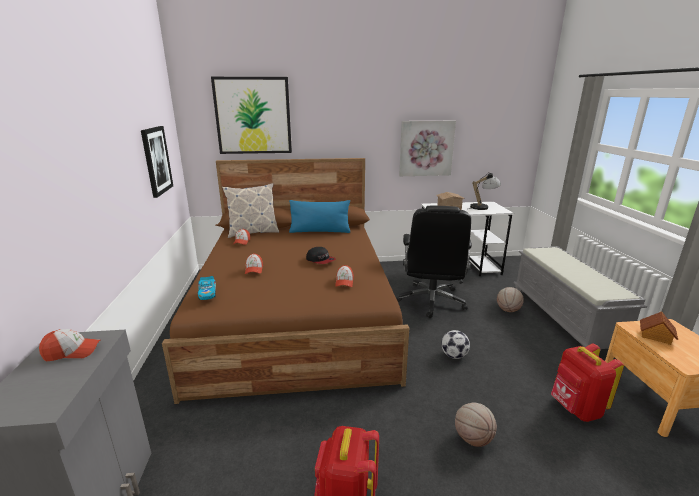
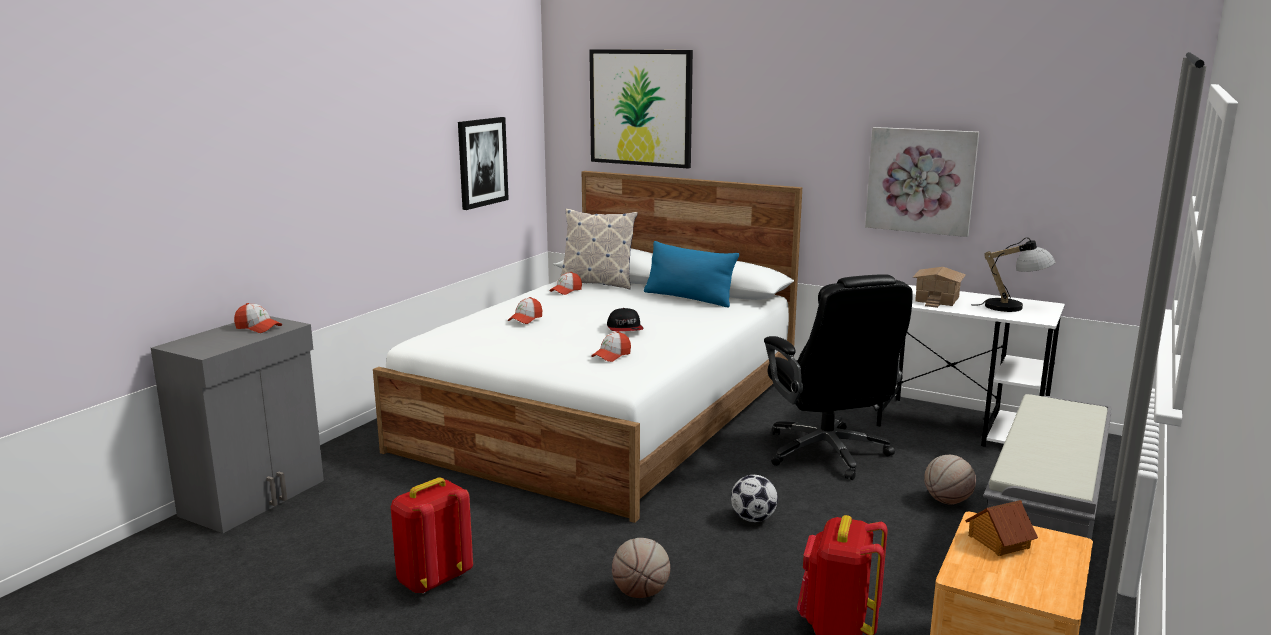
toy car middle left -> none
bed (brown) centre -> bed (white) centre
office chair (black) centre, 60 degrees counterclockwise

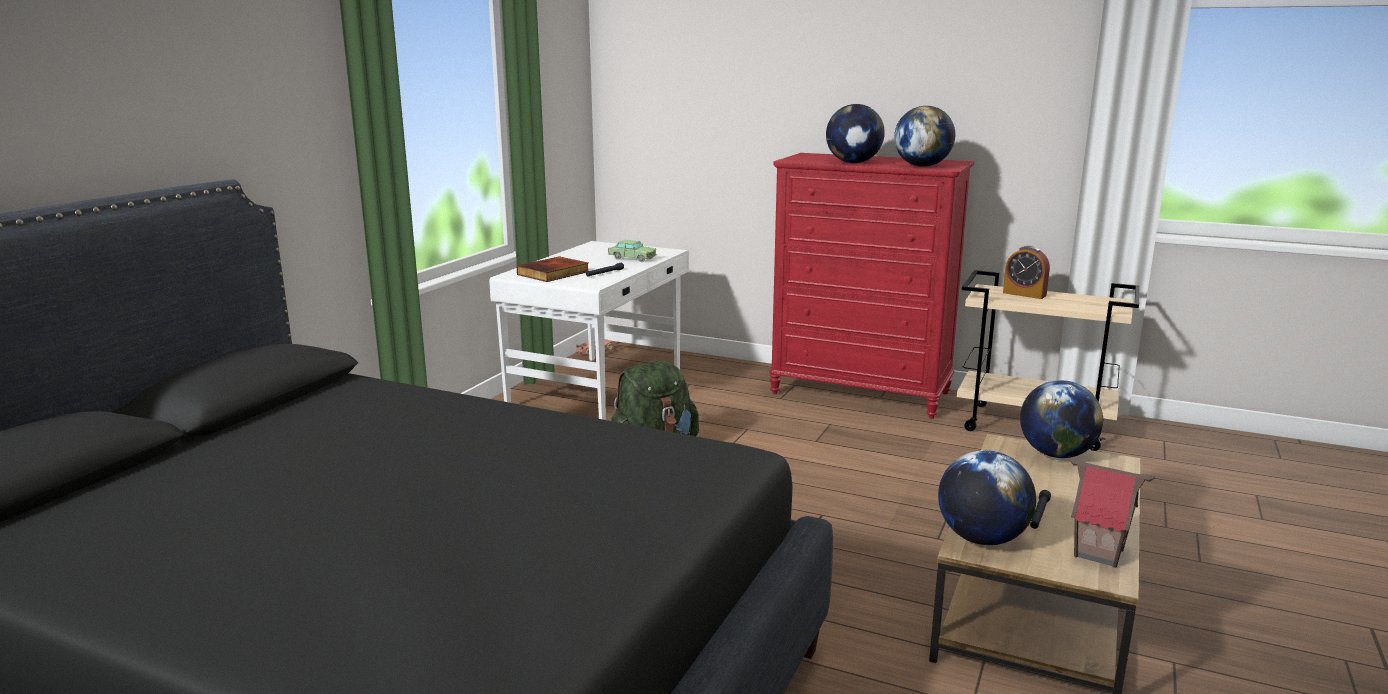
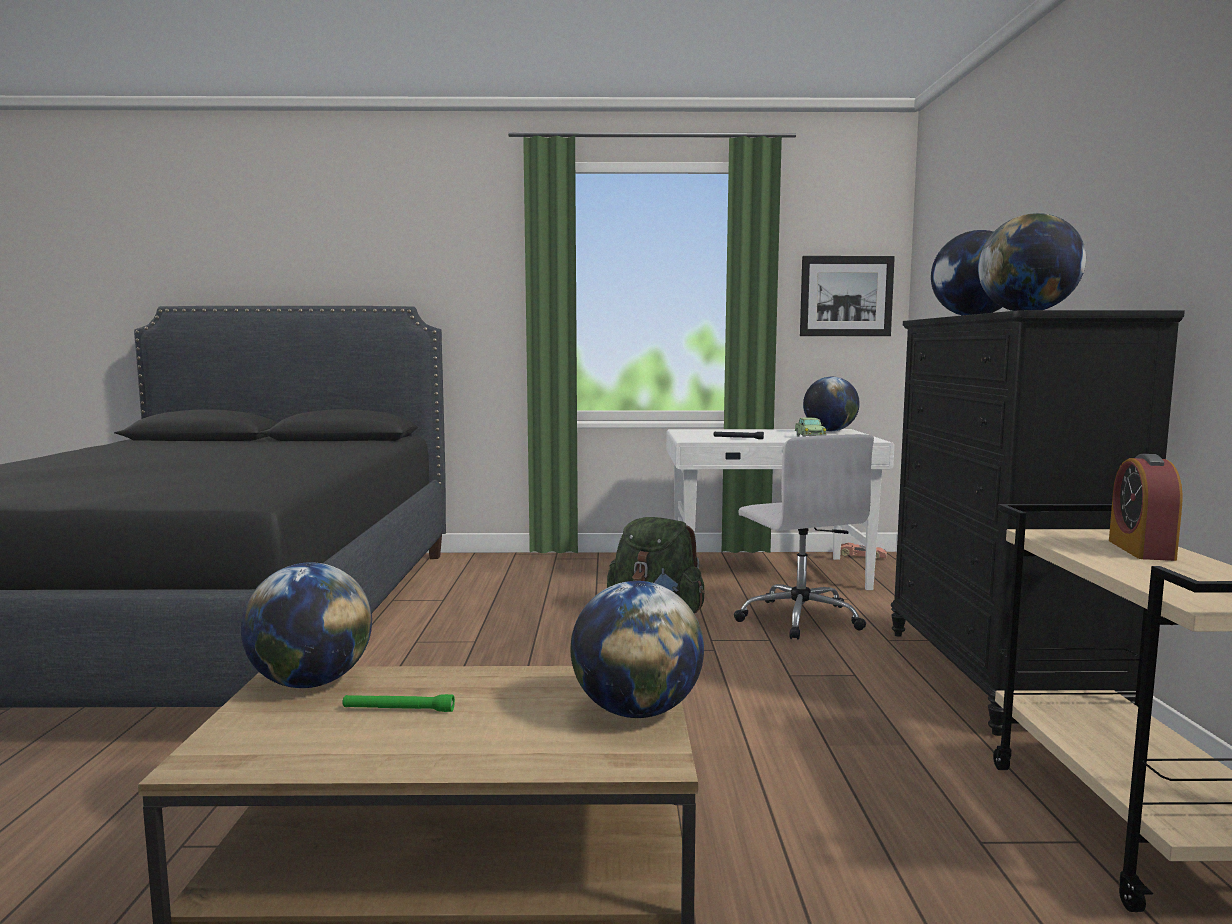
book centre -> none
toy house bottom right -> none
none -> office chair (white) centre
none -> picture top right
none -> globe (3rd from left) middle right
dresser (red) centre -> dresser (black) middle right
flashlight (black) (2nd from left) bottom right -> flashlight (green) bottom left

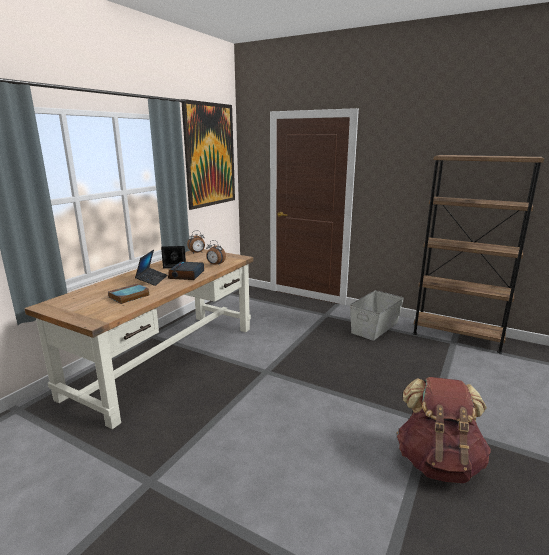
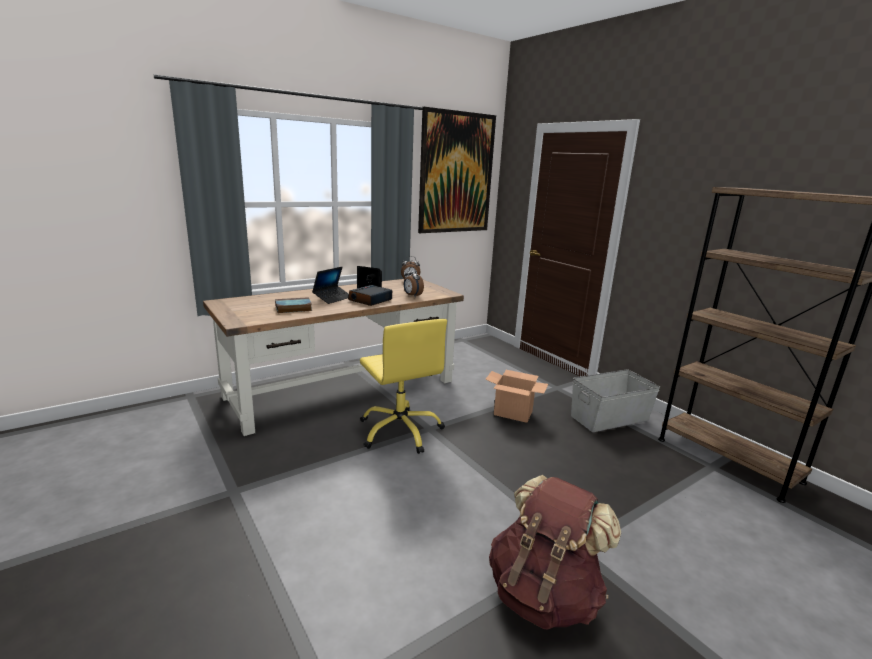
none -> office chair (yellow) centre
none -> cardboard box centre

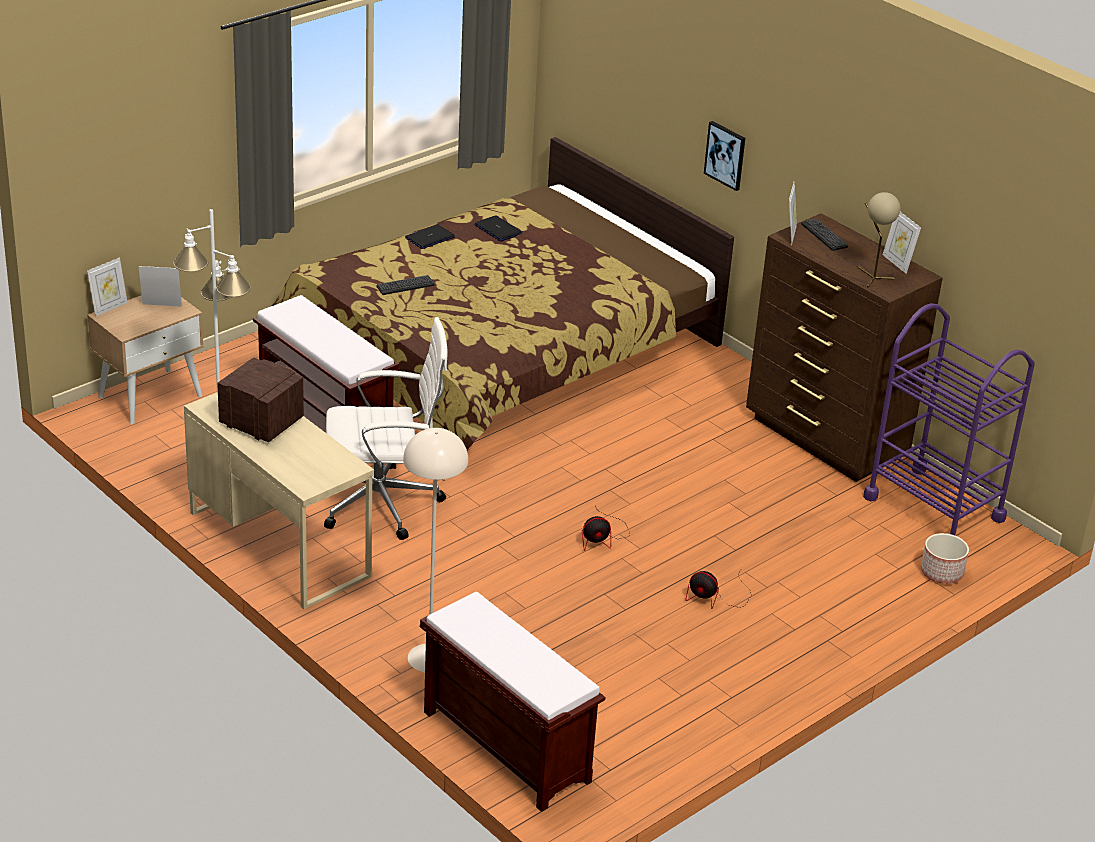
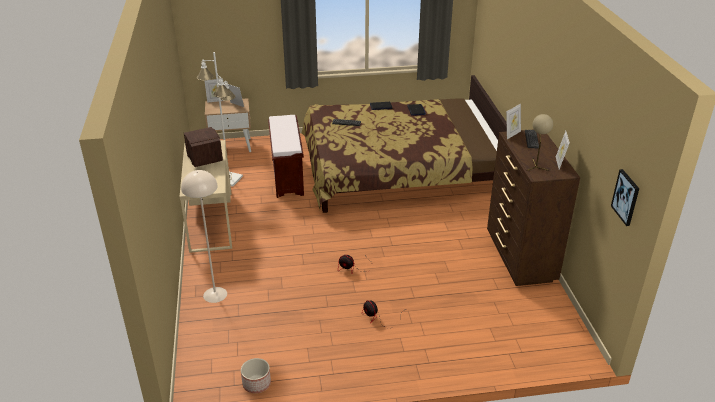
office chair (white) centre -> none
bench (brown) (2nd from left) bottom centre -> none
cart (purple) middle right -> none
picture top centre -> picture middle right, move
planter middle right -> planter bottom centre, move

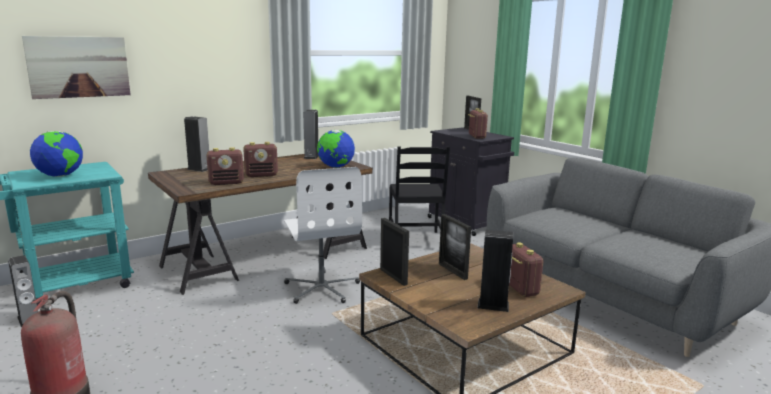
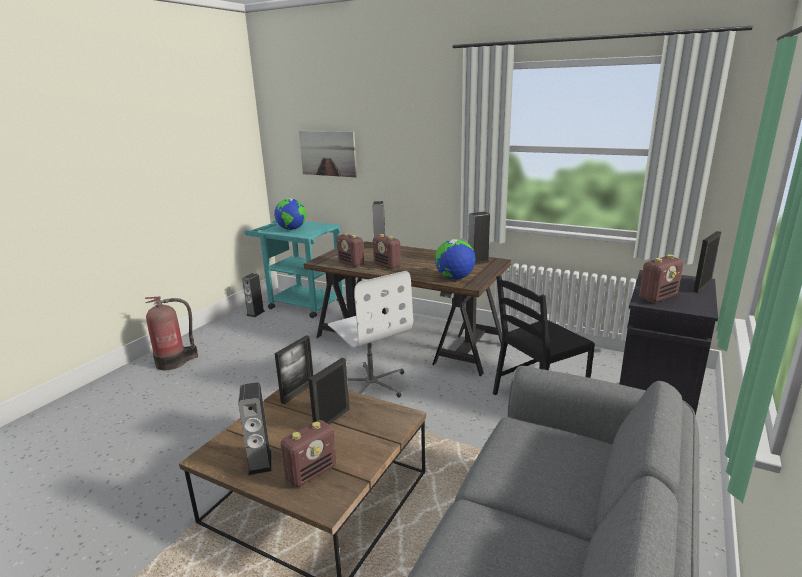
office chair (white) centre, 75 degrees counterclockwise

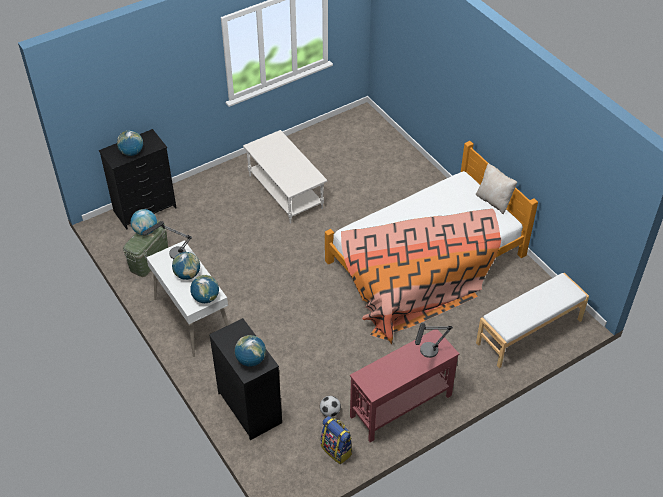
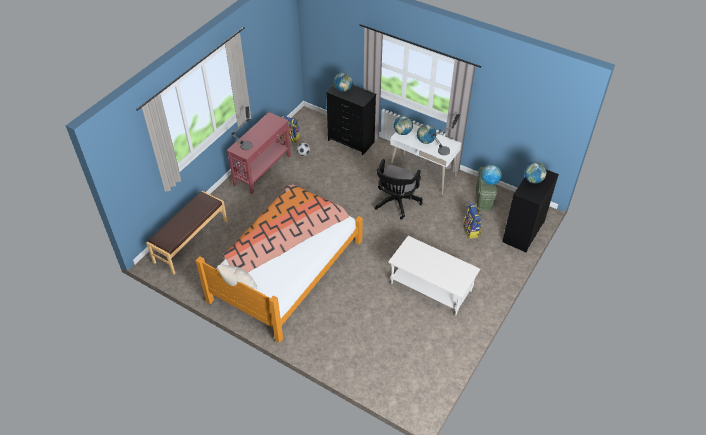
none -> office chair (black) centre
none -> backpack (2nd from left) middle right
bench (white) middle right -> bench (brown) middle left

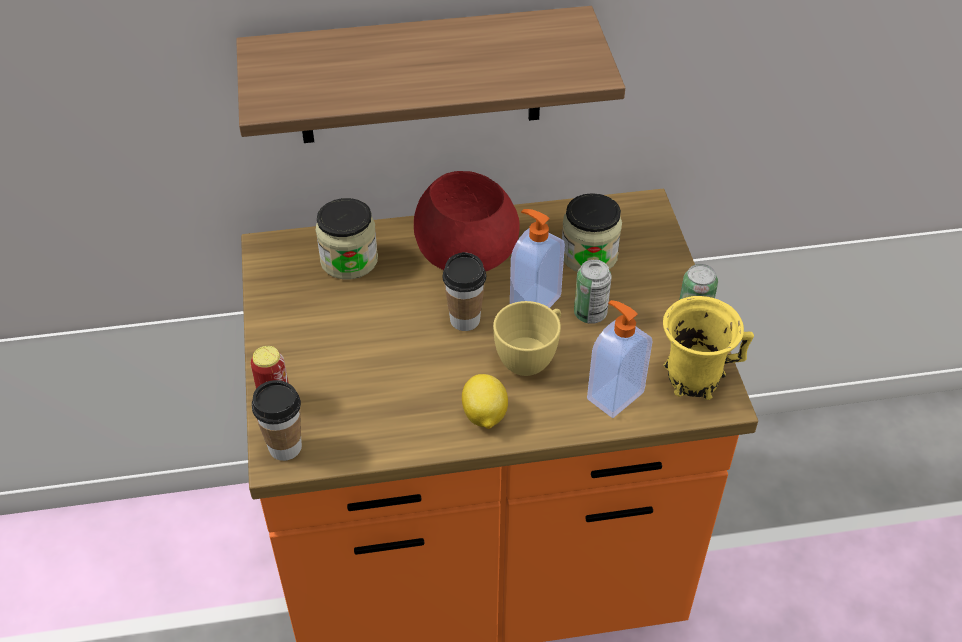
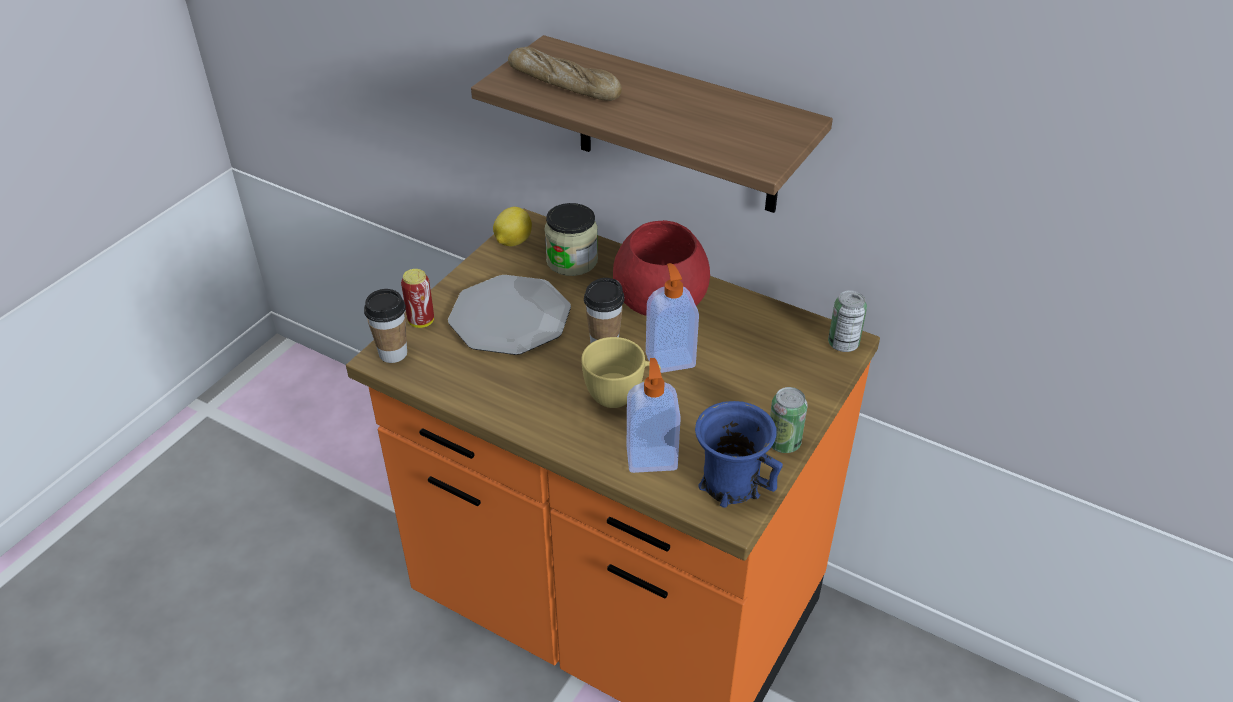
jar (2nd from left) centre -> none
none -> plate centre
none -> bread top centre
lemon centre -> lemon top centre, move
can (2nd from left in the first image) centre -> can (3rd from left) middle right, move
mug (yellow) middle right -> mug (blue) centre

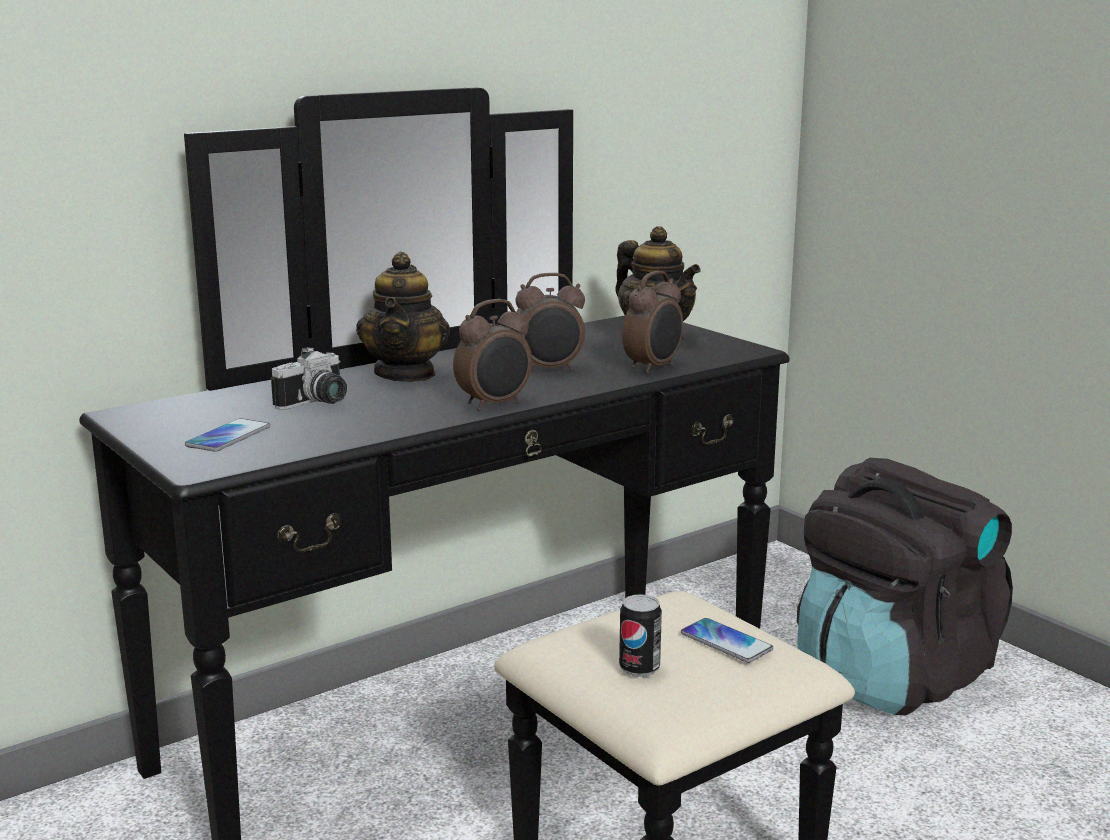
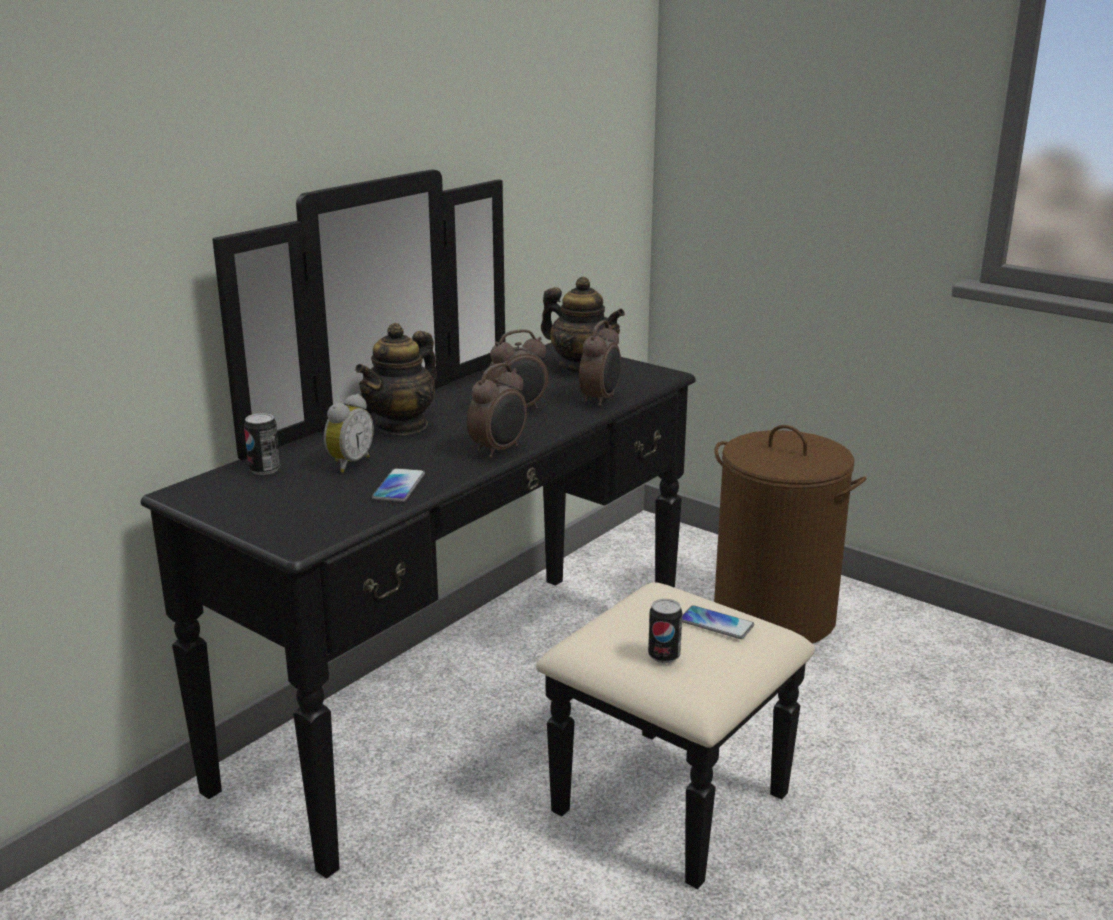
none -> can (1st from left) middle left
phone (1st from left) middle left -> phone (1st from left) centre, move
photo camera middle left -> alarm clock (1st from left) middle left
backpack (black) bottom right -> laundry basket (brown) middle right
teapot (1st from left) centre, 45 degrees clockwise

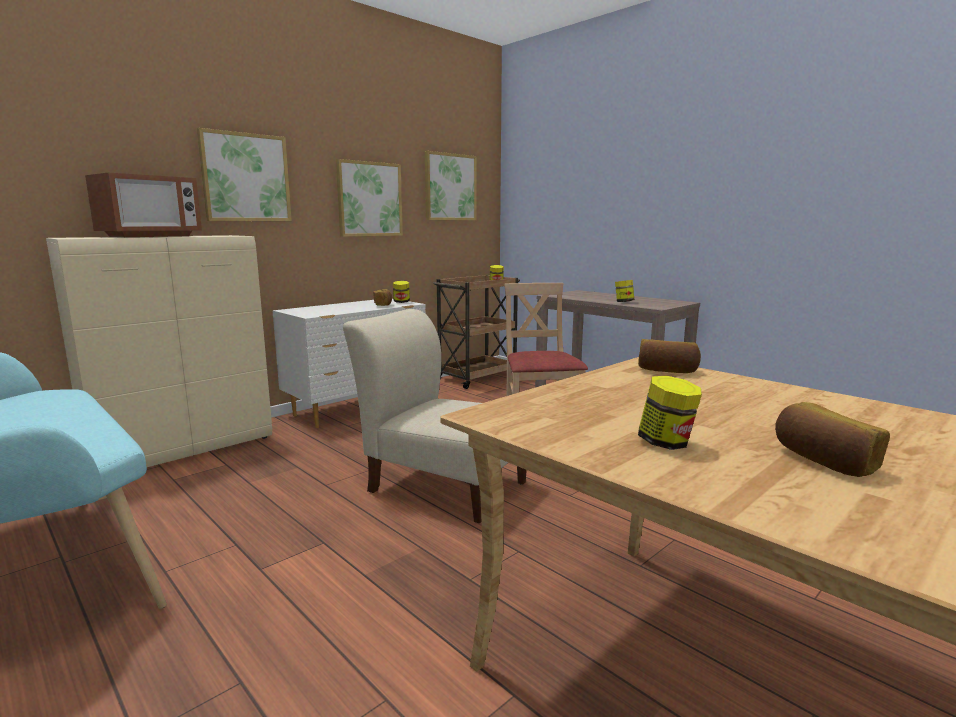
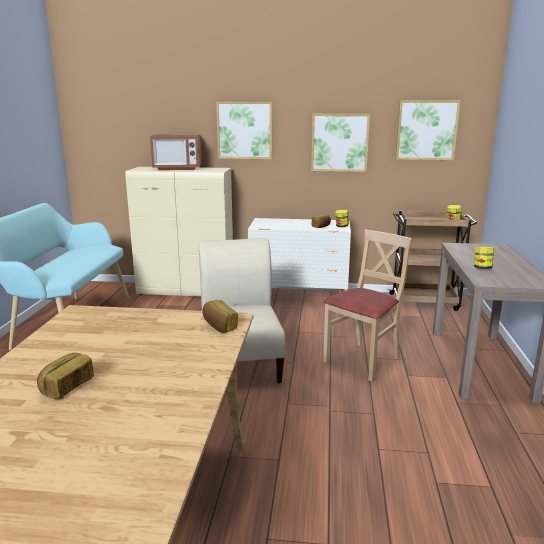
jar (4th from left) middle right -> none

